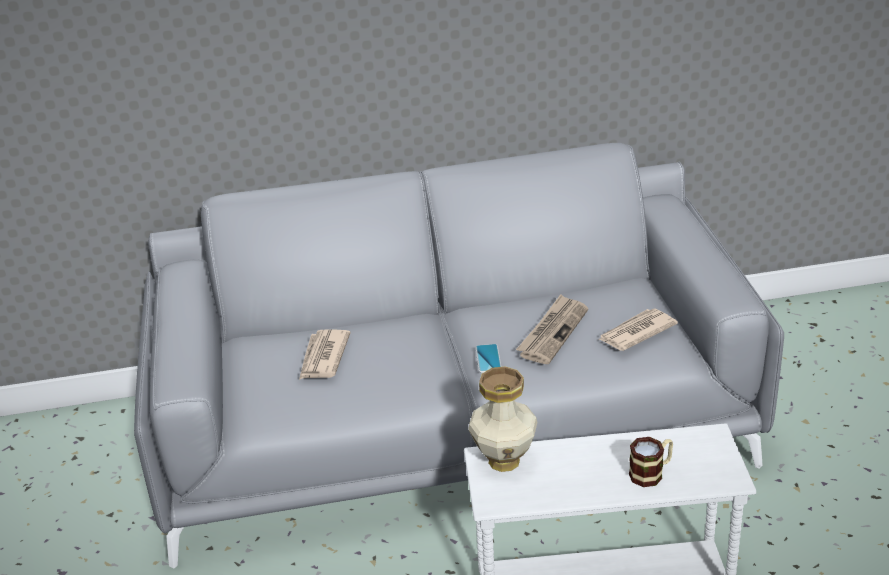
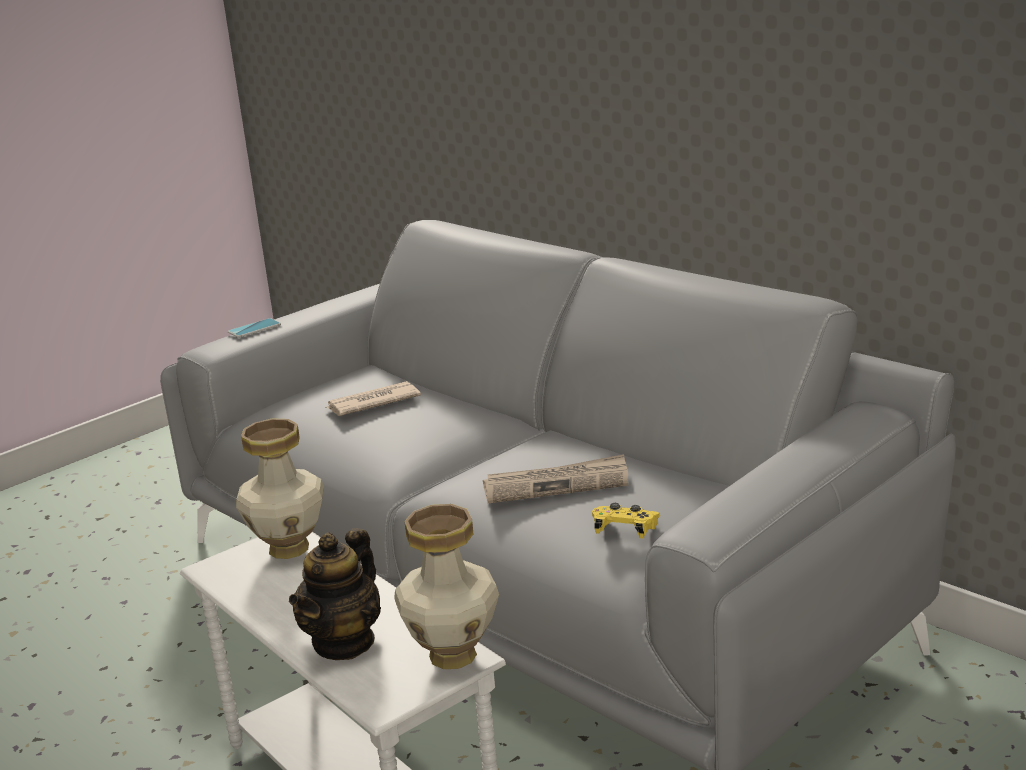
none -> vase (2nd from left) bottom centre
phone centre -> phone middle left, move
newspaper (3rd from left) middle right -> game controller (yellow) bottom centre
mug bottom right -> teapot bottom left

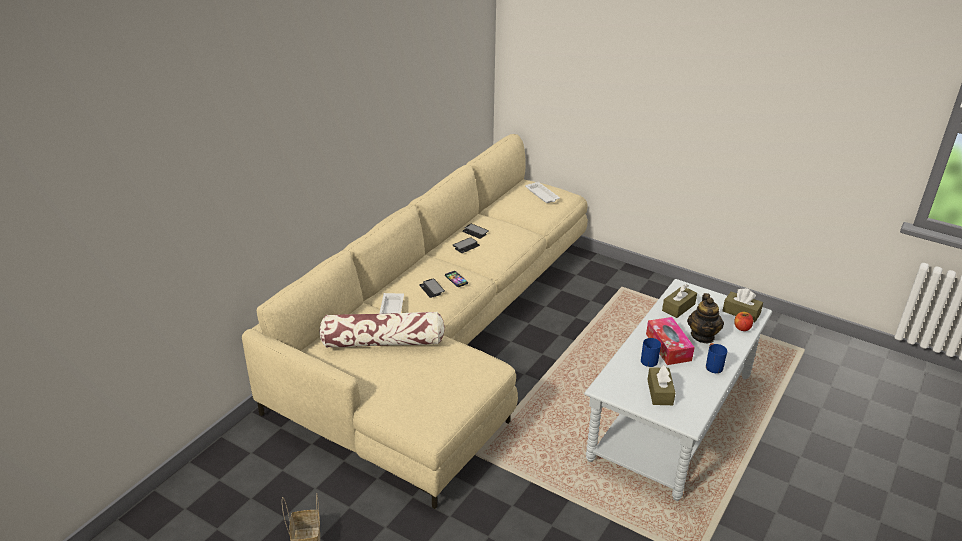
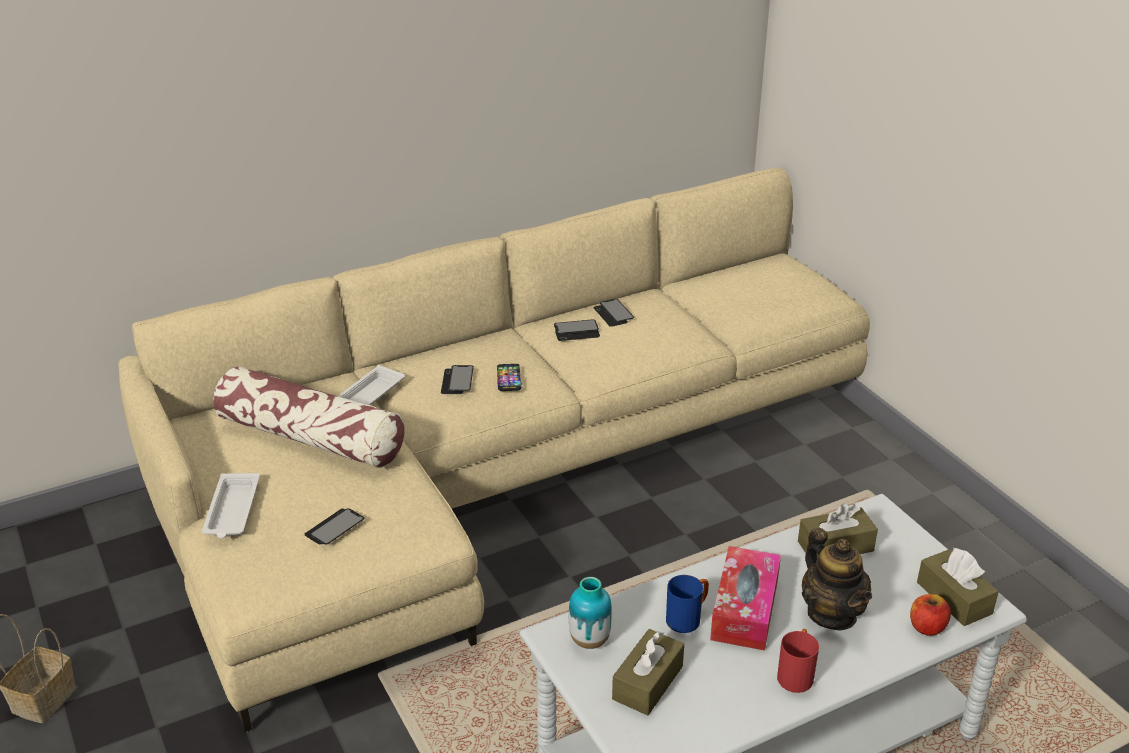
none -> phone (1st from left) bottom left
none -> vase bottom centre
tray (white) (2nd from left in the first image) centre -> tray (white) (1st from left) bottom left, move
mug (blue) (2nd from left) middle right -> mug (red) bottom right
teapot middle right -> teapot bottom right, 60 degrees counterclockwise

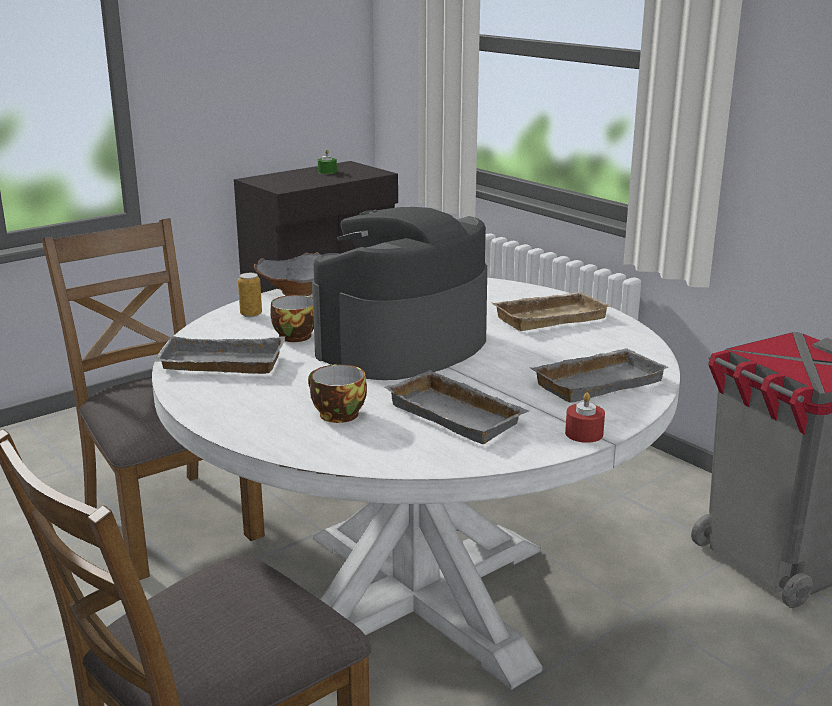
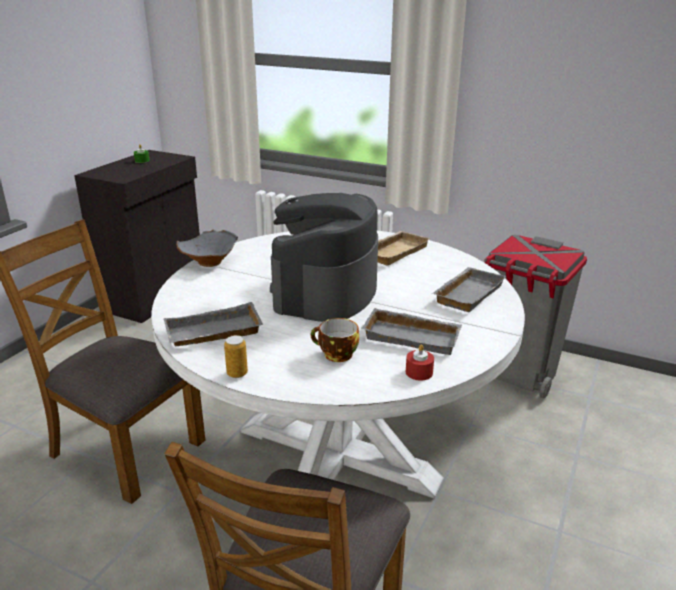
cup (1st from left) centre -> none
can middle left -> can centre, move
candle (red) middle right -> candle (red) centre, move

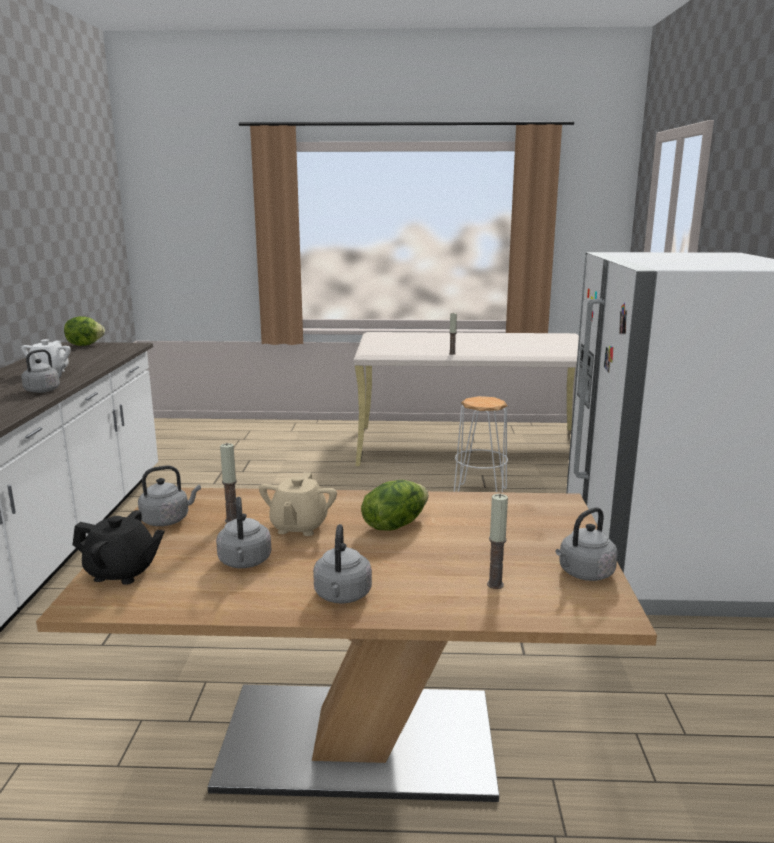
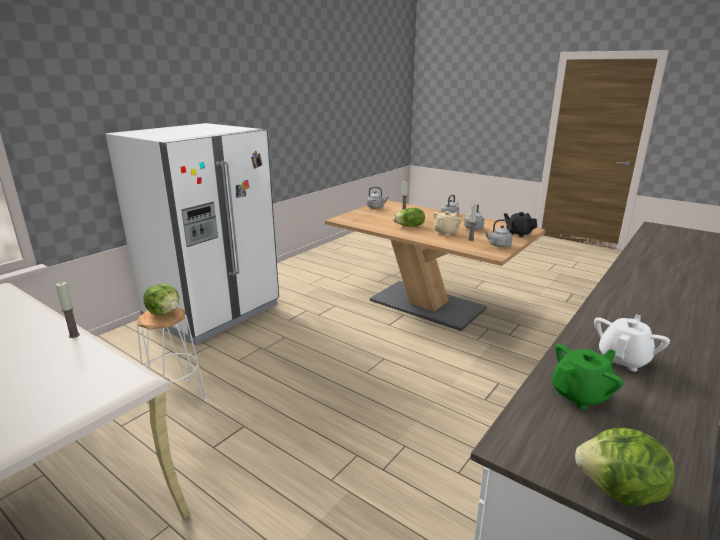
kettle (grey) (1st from left) middle left -> none
none -> lettuce (1st from left) middle left
none -> teapot (green) bottom right

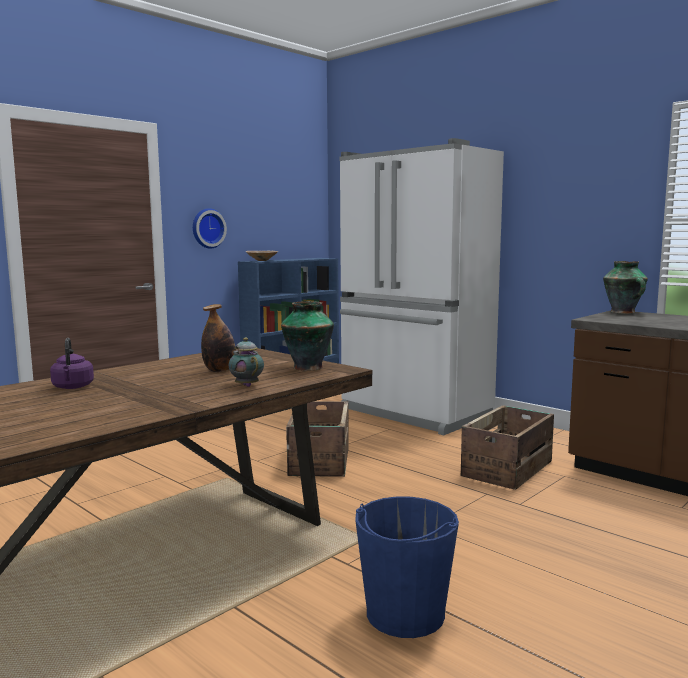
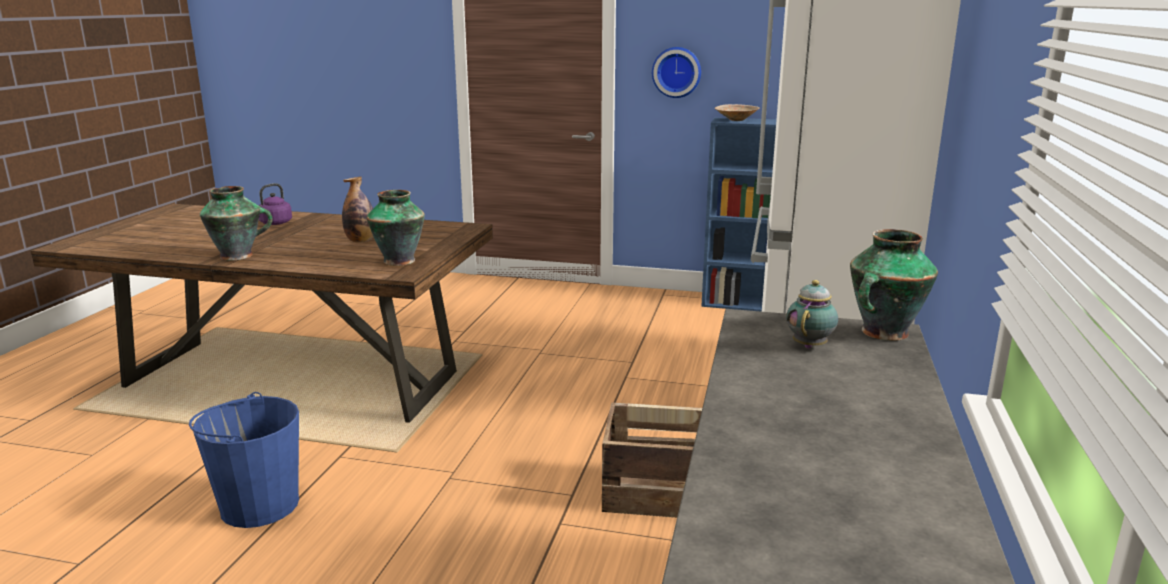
crate (1st from left) centre -> none
none -> vase (1st from left) middle left
teapot centre -> teapot middle right, move

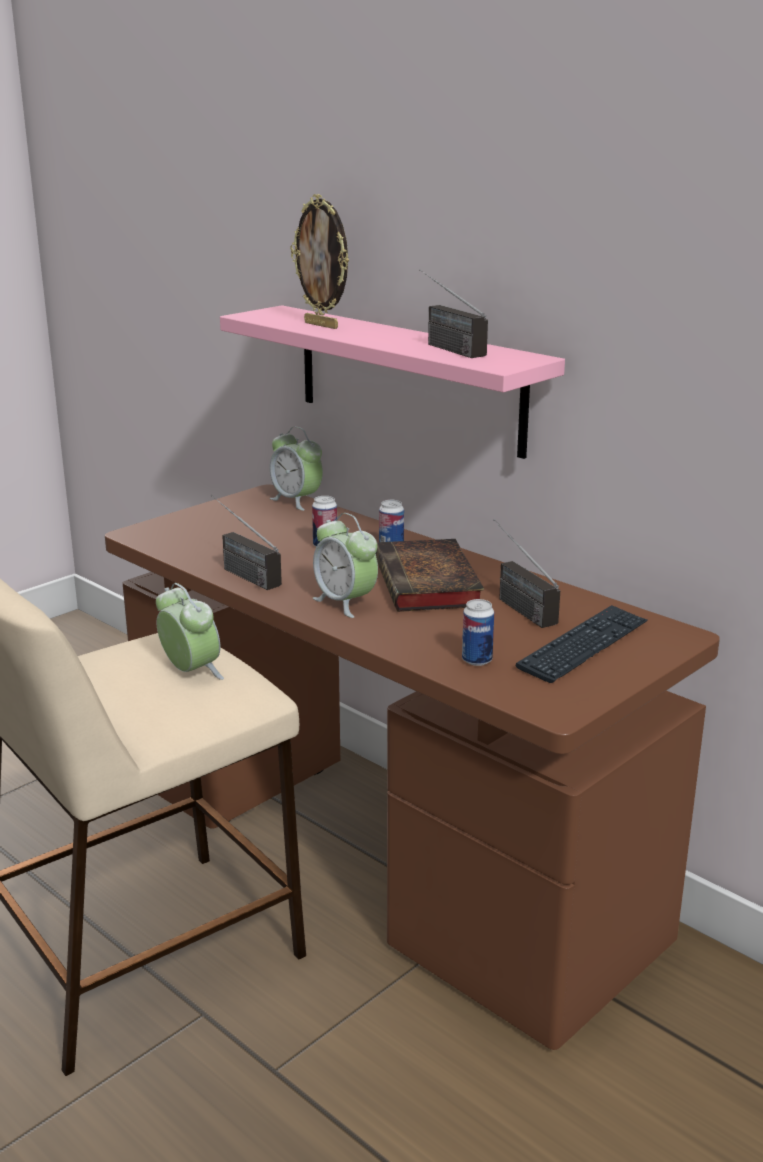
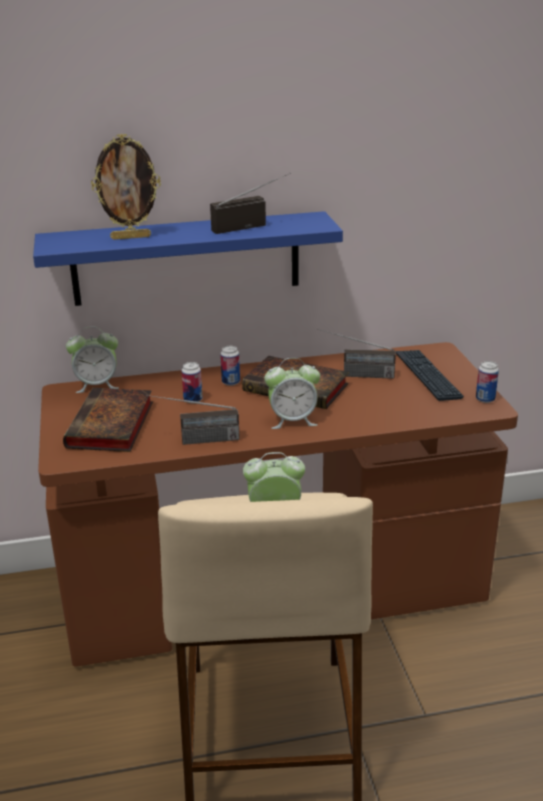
none -> book (1st from left) middle left
can (3rd from left) centre -> can (3rd from left) middle right, move
shelf (pink) top centre -> shelf (blue) top centre
radio (2nd from left) top centre, 150 degrees clockwise

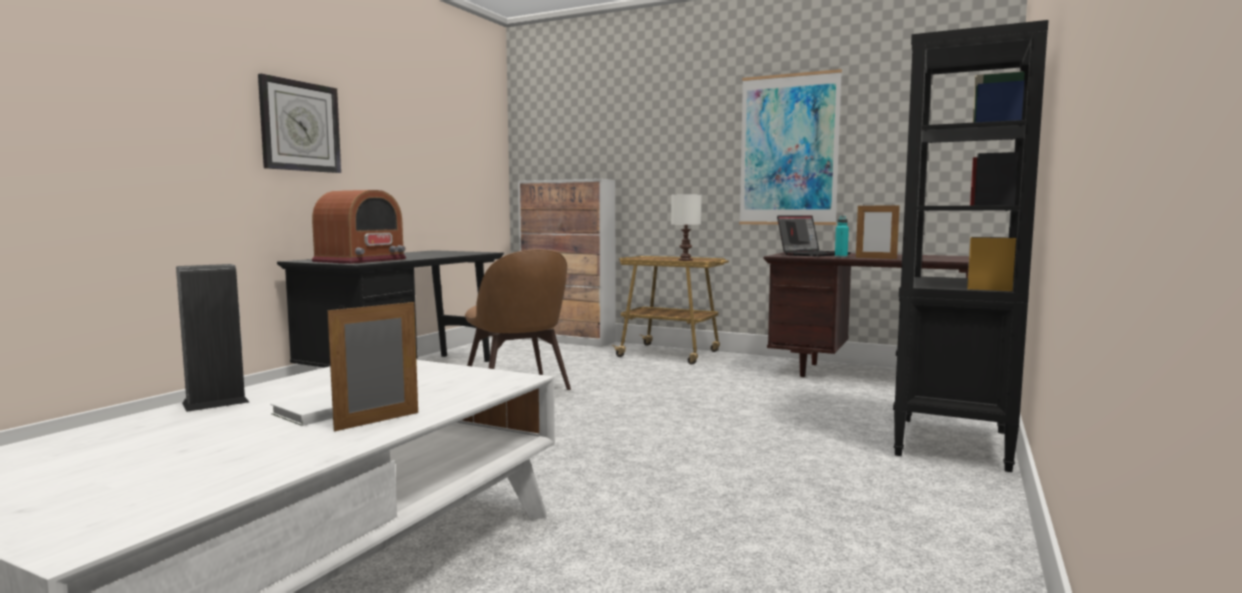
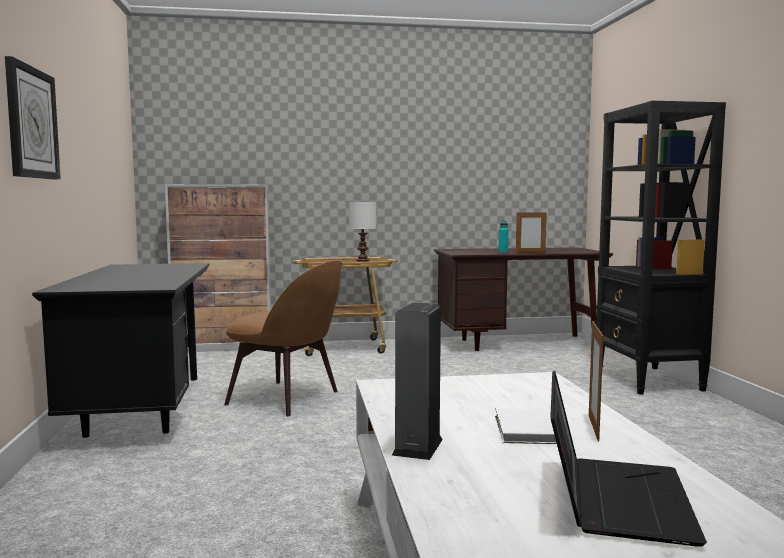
radio middle left -> none
picture top centre -> none
laptop centre -> laptop bottom right, move

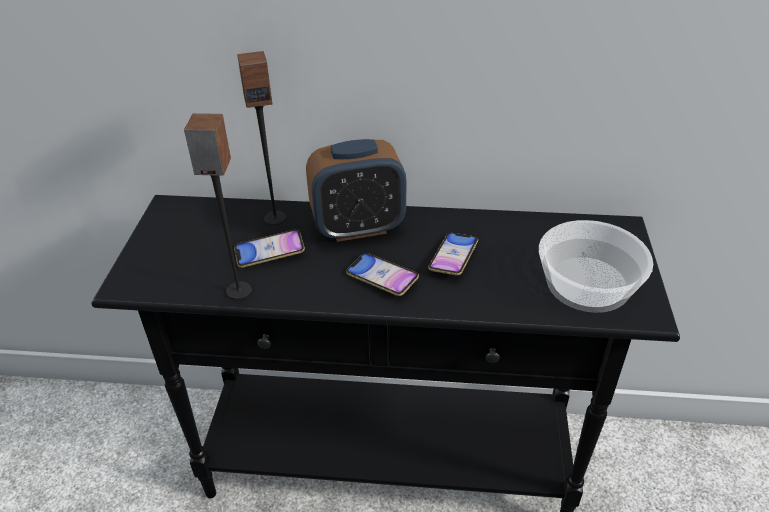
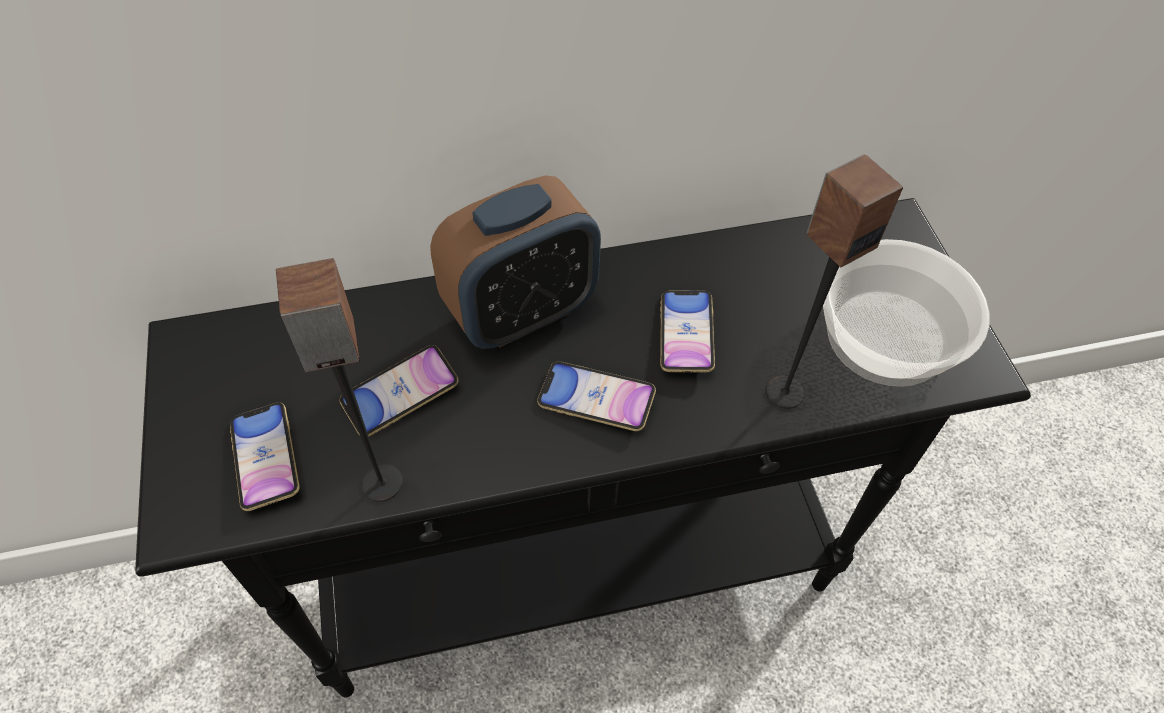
none -> phone (1st from left) middle left
speaker (2nd from left) top centre -> speaker (2nd from left) middle right, move

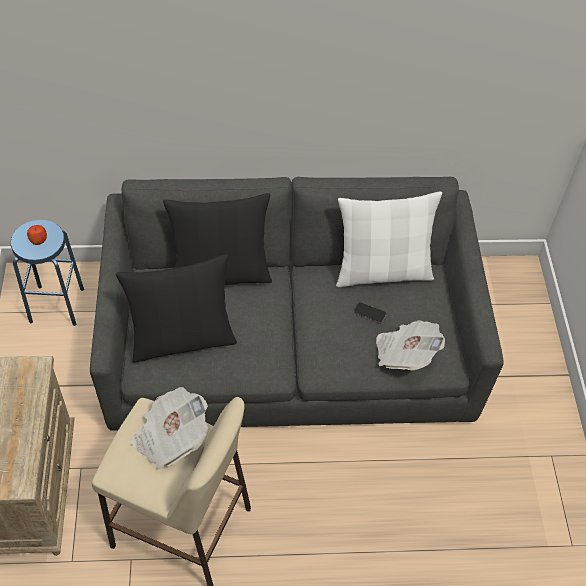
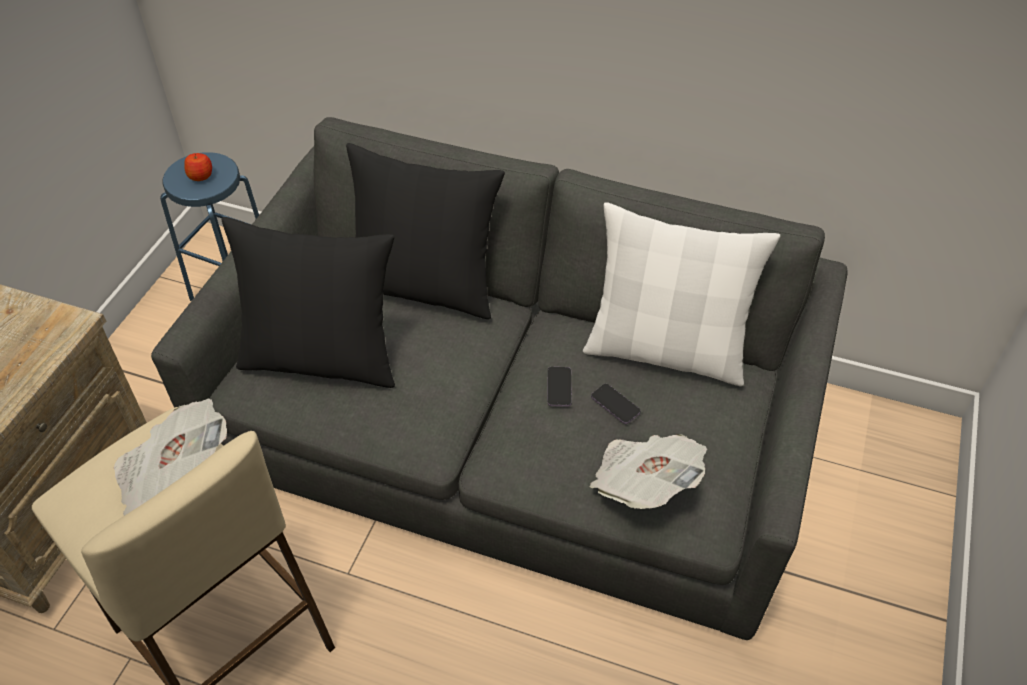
none -> phone (1st from left) centre

